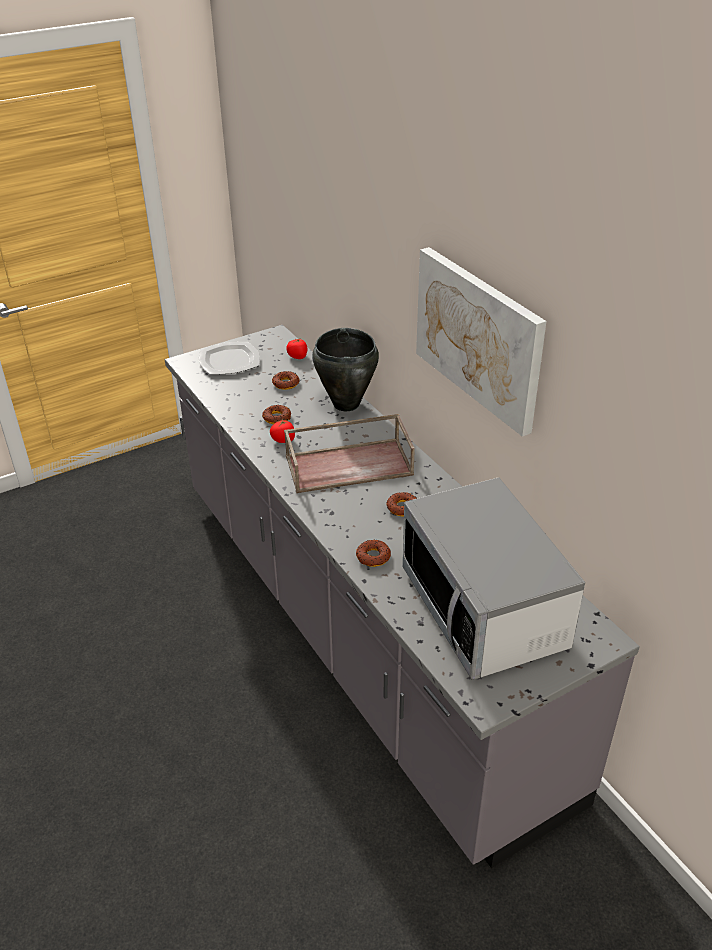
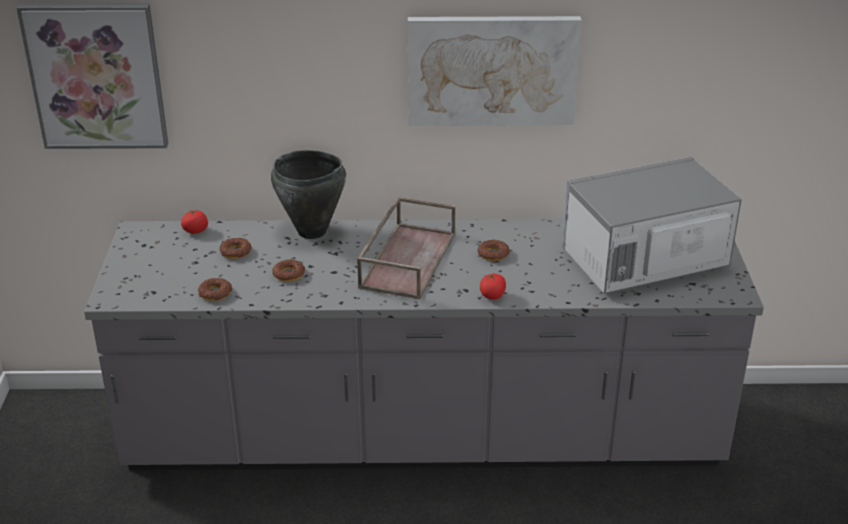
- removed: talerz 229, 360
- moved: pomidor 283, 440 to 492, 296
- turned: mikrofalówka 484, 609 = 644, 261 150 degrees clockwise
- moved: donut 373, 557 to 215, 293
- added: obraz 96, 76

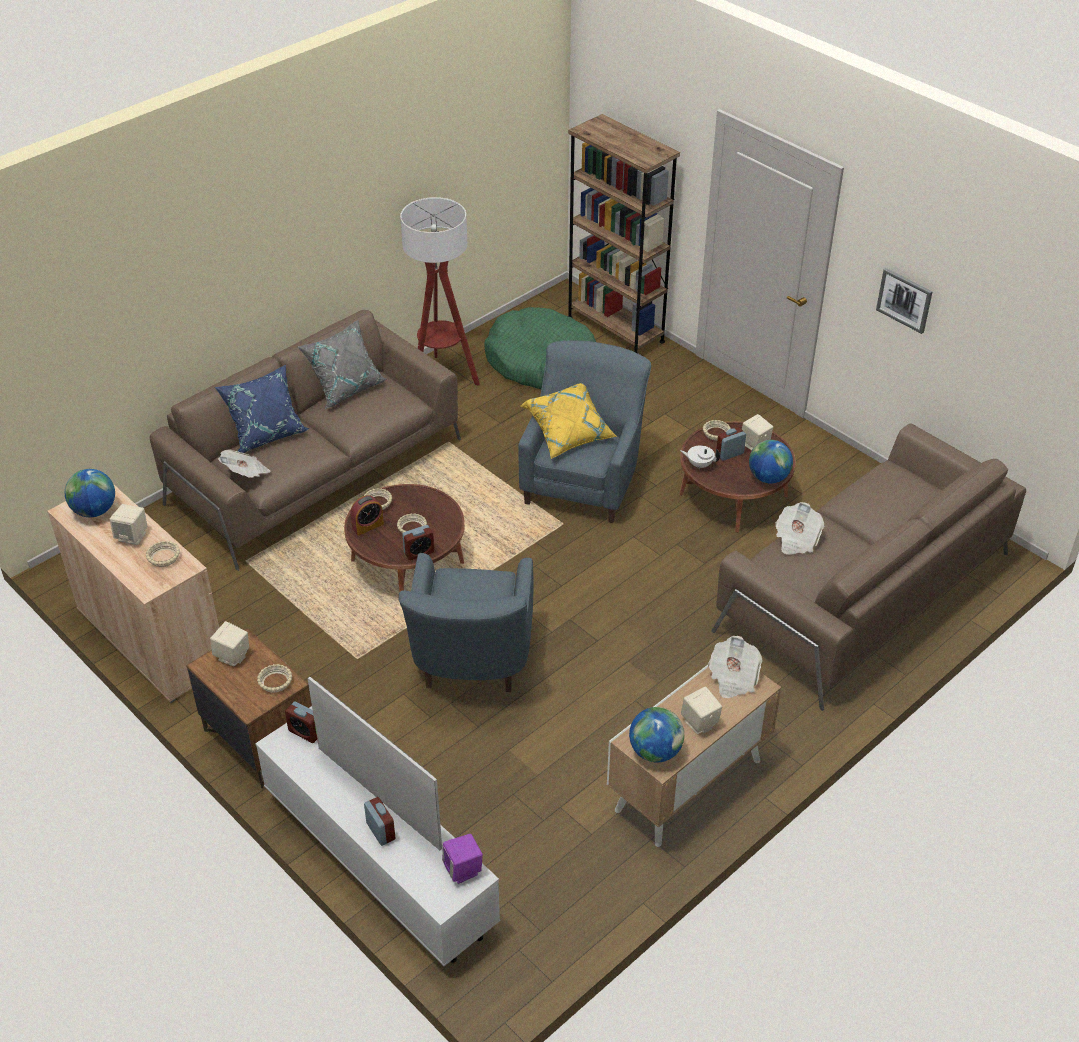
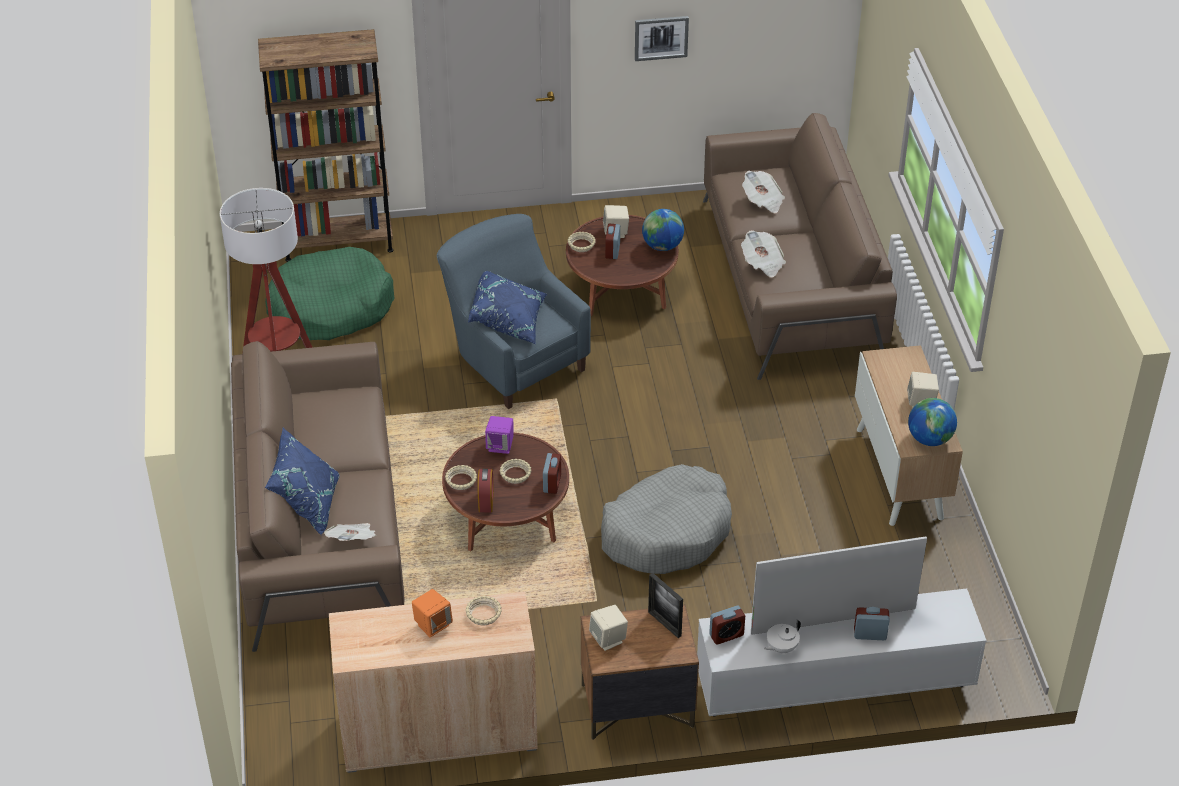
- removed: poduszka/szary 346, 388
- recoloured: poduszka/żółty 569, 433 to poduszka/niebieski 508, 320
- moved: imbryk/biały 699, 464 to 781, 647
- removed: globus 94, 511
- recoloured: głośnik/beżowy 132, 536 to głośnik/pomarańczowy 433, 625
- replaced: fotel/niebieski 471, 663 to legowisko/szary 666, 532
- moved: gazeta 733, 678 to 763, 201
- replaced: miska/beżowy 275, 682 to ramka na zdjęcie 664, 624
- moved: głośnik/fioletowy 463, 870 to 500, 446

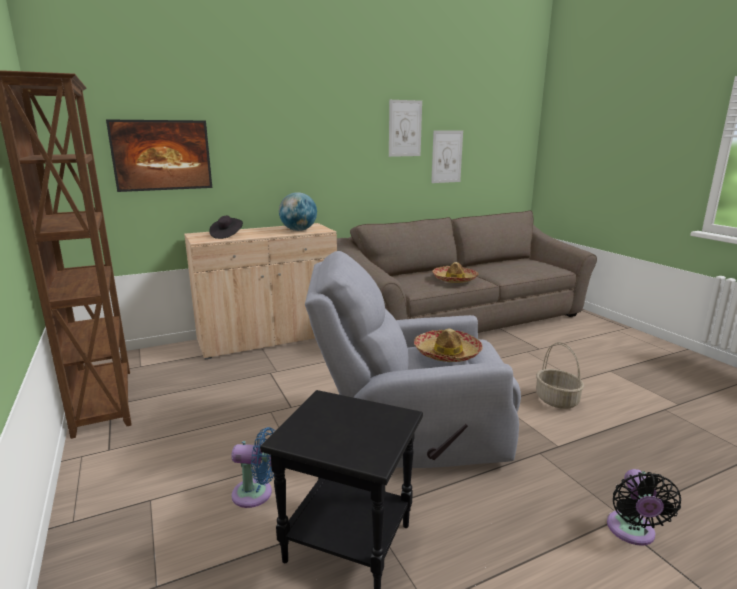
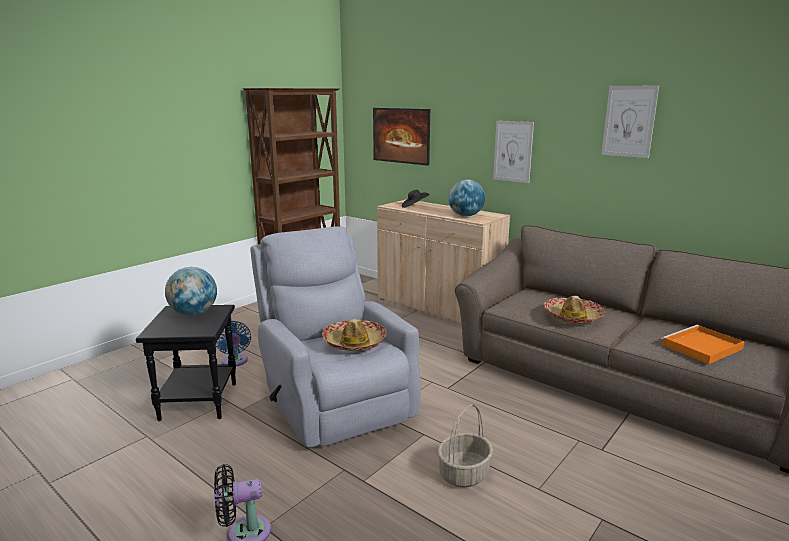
- moved: obraz 446, 156 to 513, 151
- added: globus 194, 313
- added: taca/pomarańczowy 701, 347

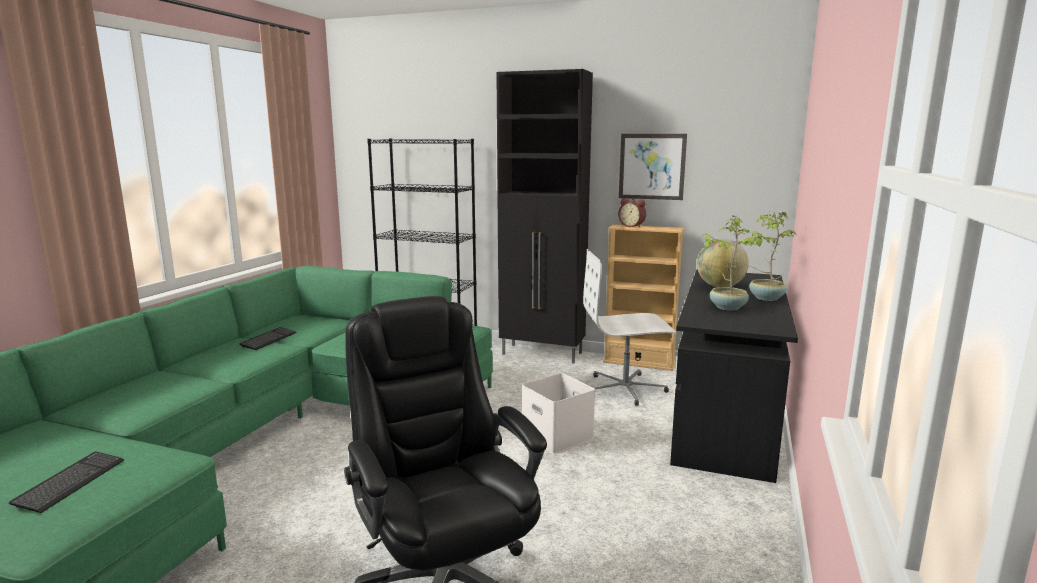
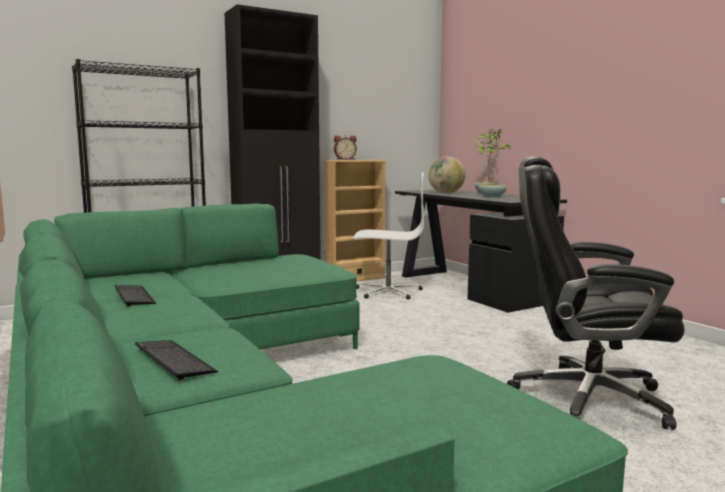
- removed: obraz 652, 166
- turned: krzesło biurowe/biały 626, 389 = 388, 291 120 degrees counterclockwise
- removed: pojemnik do przechowywania/biały 559, 436
- moved: klawiatura 70, 483 to 174, 360

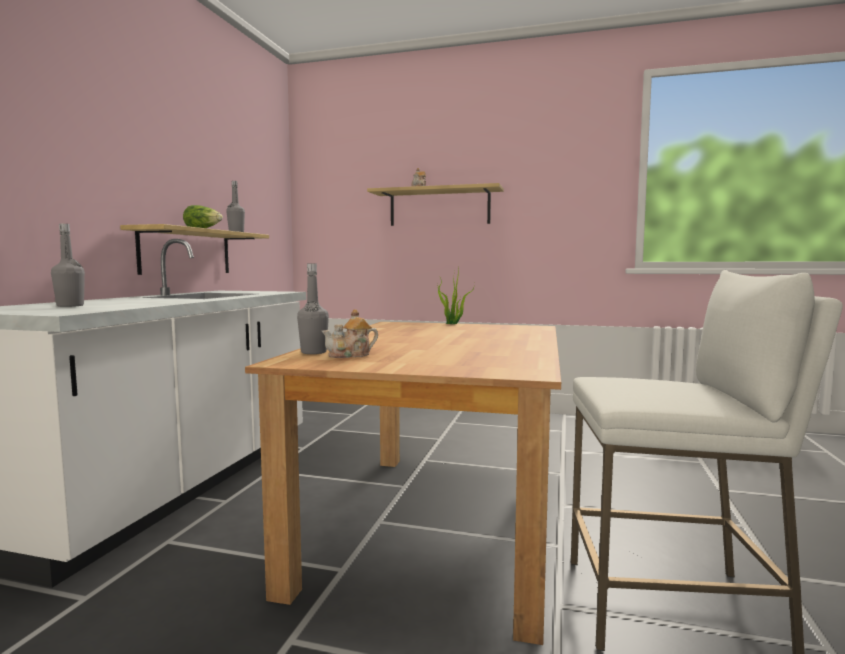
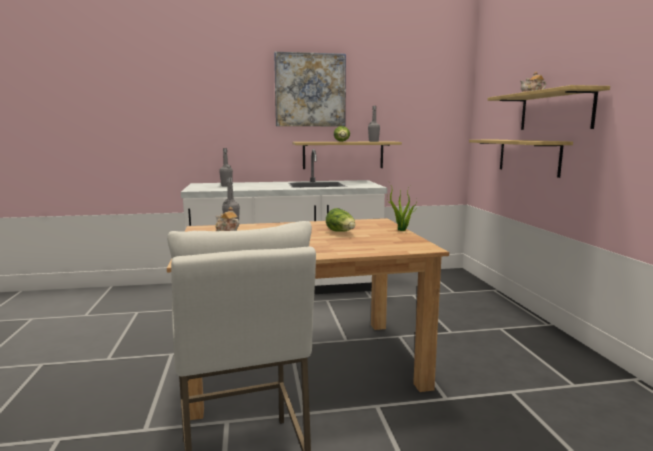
- added: obraz 310, 90
- added: półka 528, 156
- added: sałata 341, 232

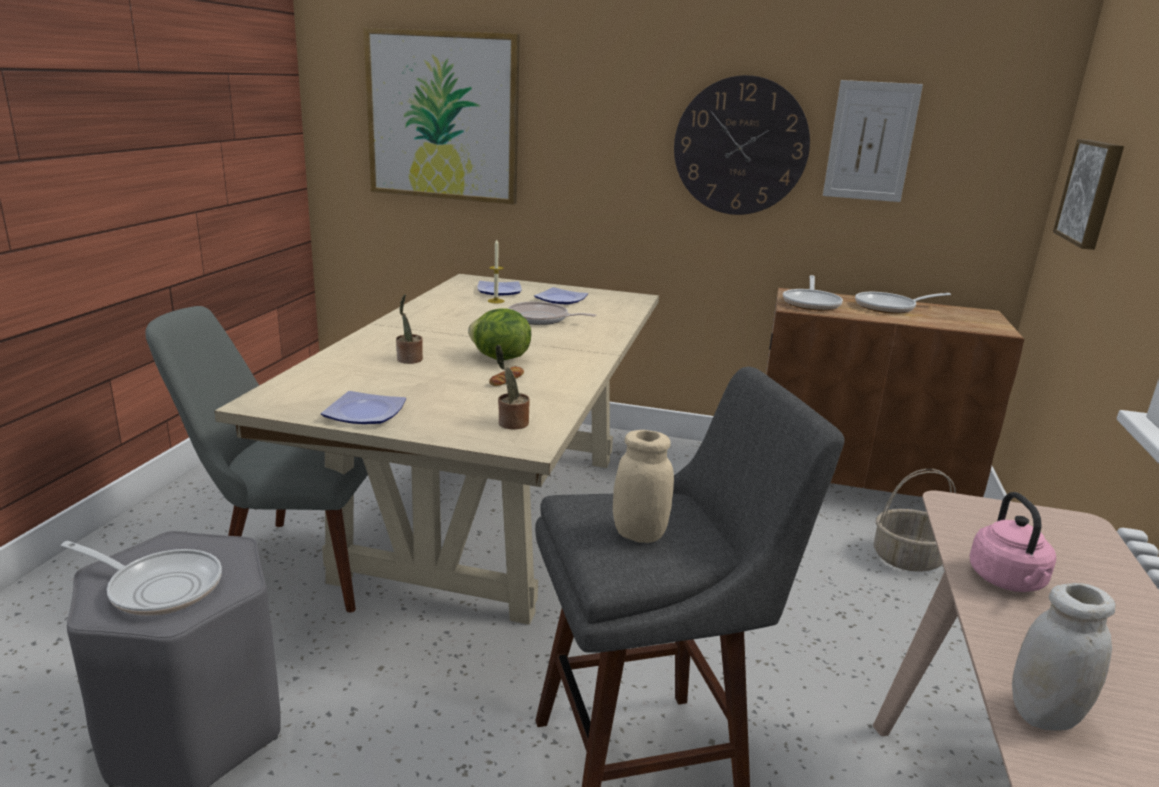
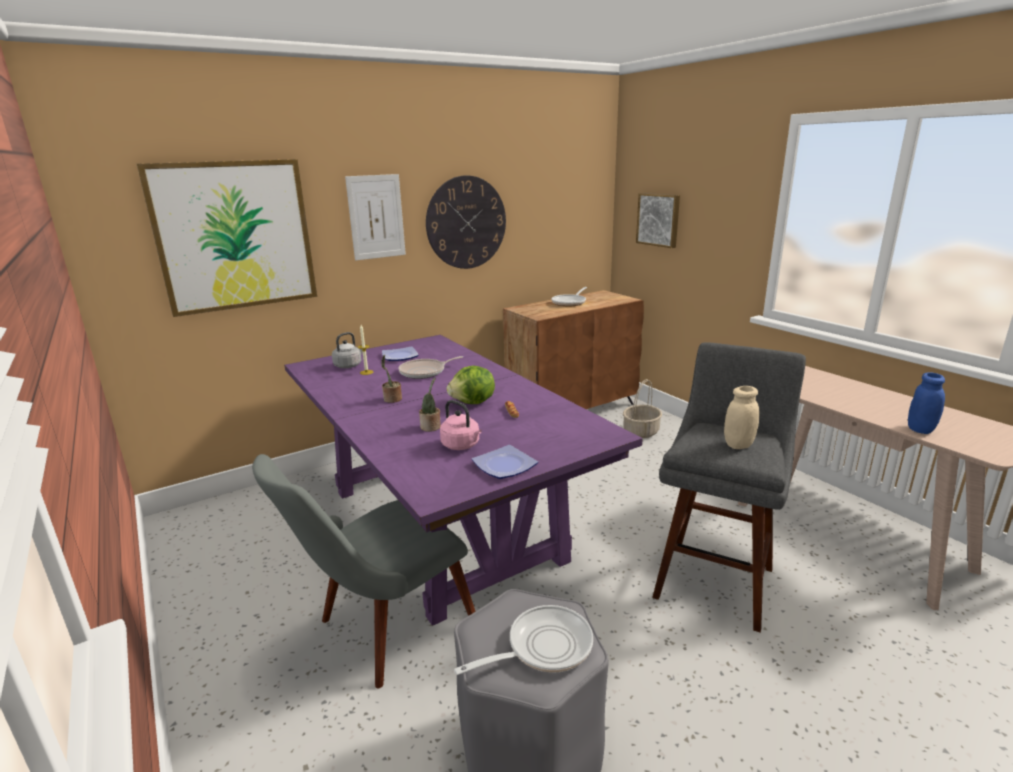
- moved: obraz 870, 141 to 376, 217
- recoloured: stół jadalny/beżowy 488, 515 to stół jadalny/fioletowy 444, 525
- removed: patelnia 811, 303
- replaced: talerz 500, 291 to czajnik/szary 349, 365
- moved: roślina doniczkowa 511, 423 to 392, 399
- moved: czajnik/różowy 1008, 581 to 462, 445
- recoloured: słoik/biały 1045, 715 to słoik/niebieski 920, 429

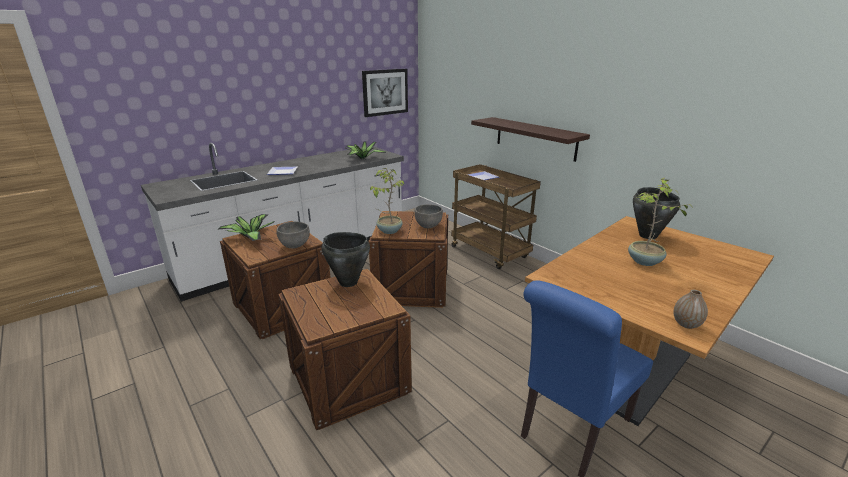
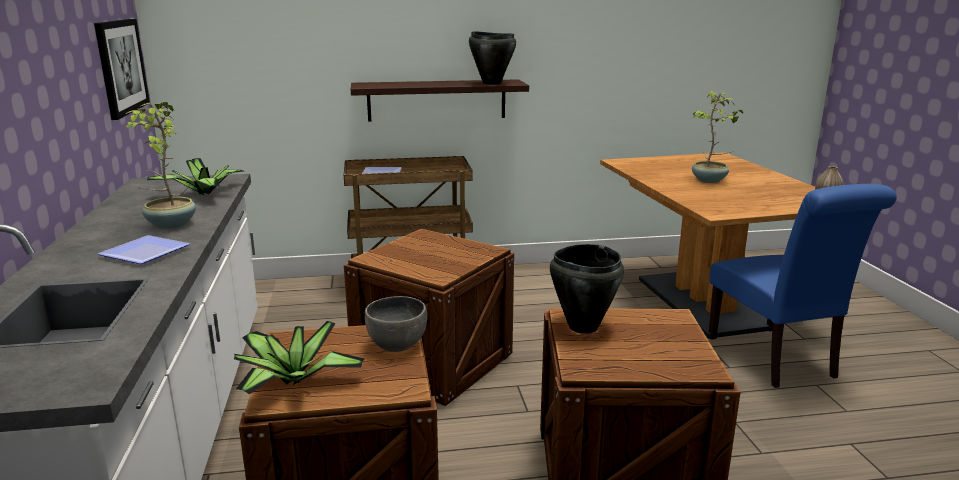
- moved: roślina doniczkowa 389, 231 to 170, 225
- moved: garnek/czarny 648, 235 to 491, 83
- removed: miska/szary 428, 226

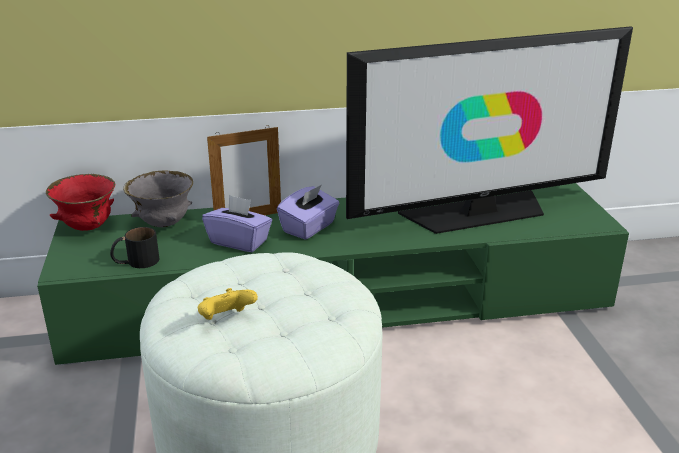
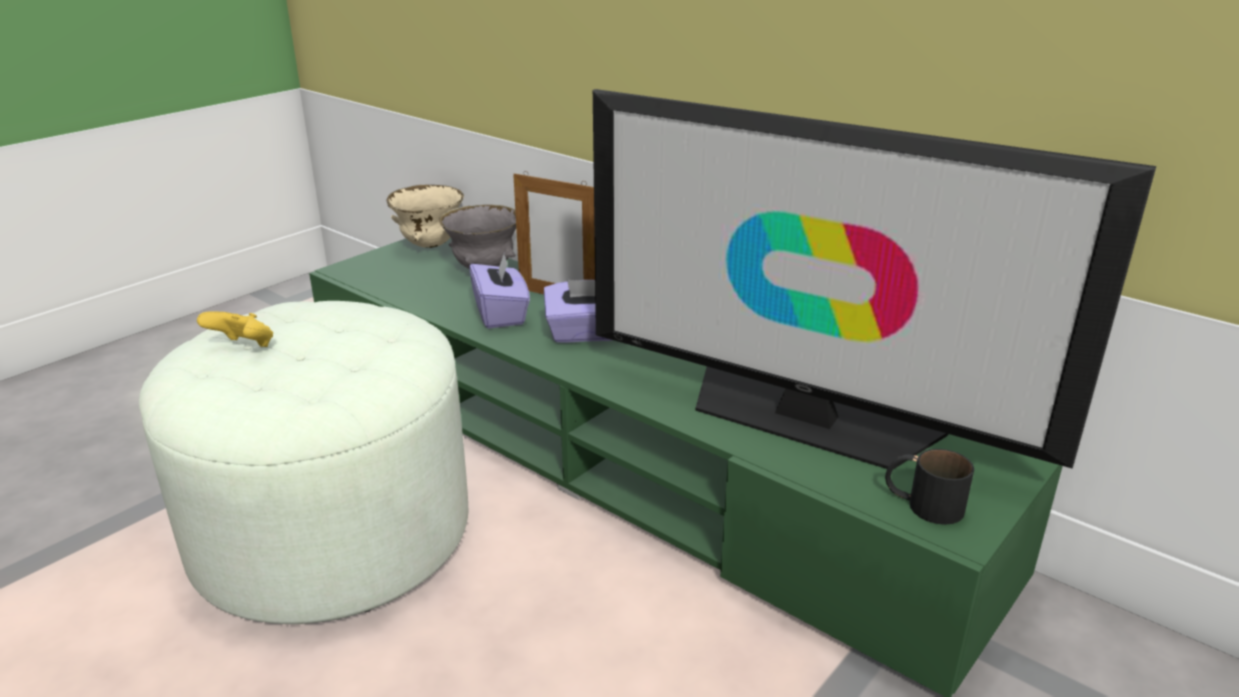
- recoloured: miska/czerwony 87, 228 to miska/beżowy 429, 245
- moved: kubek/czarny 135, 262 to 922, 503

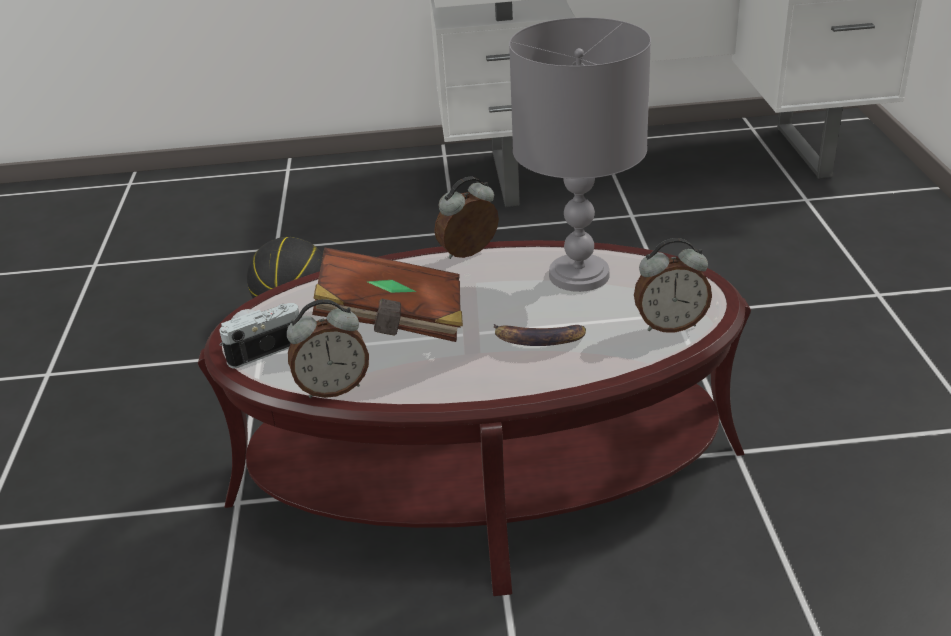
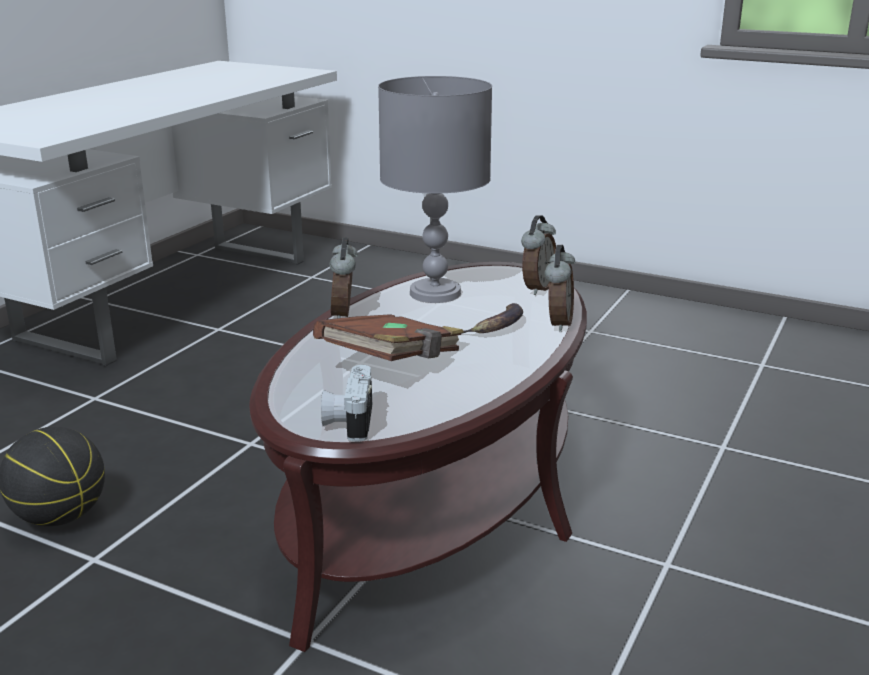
- moved: budzik 333, 388 to 557, 323

